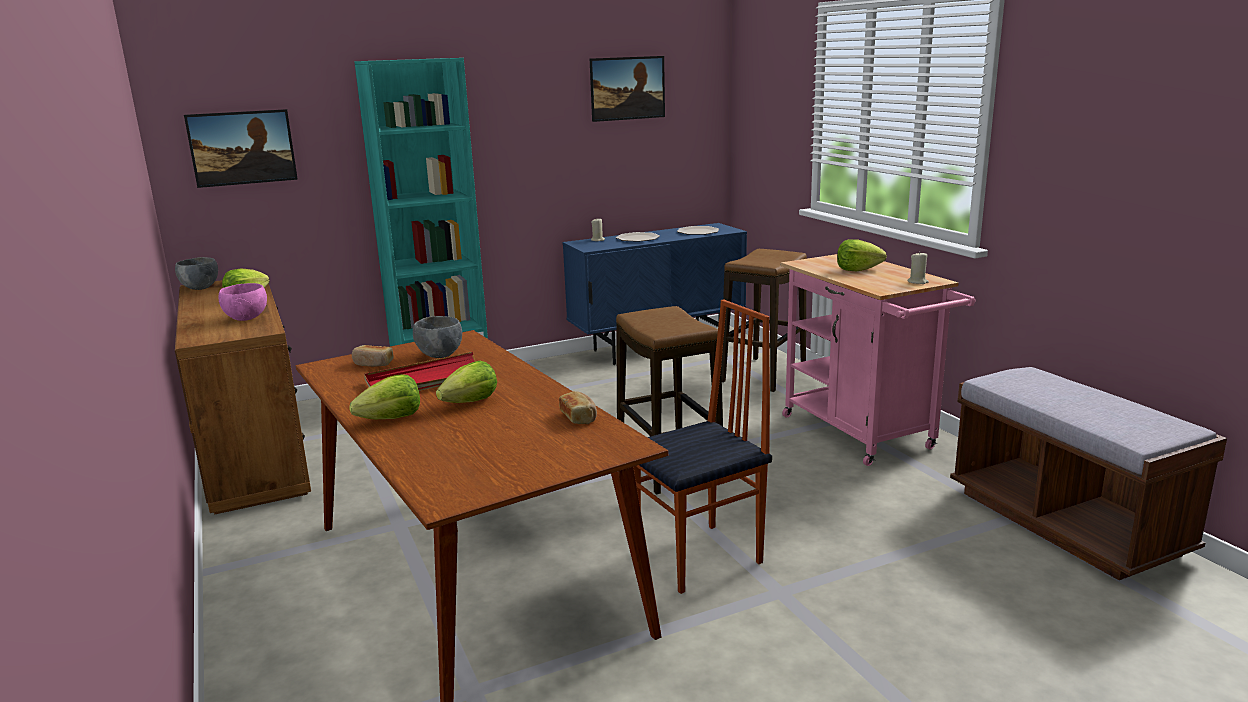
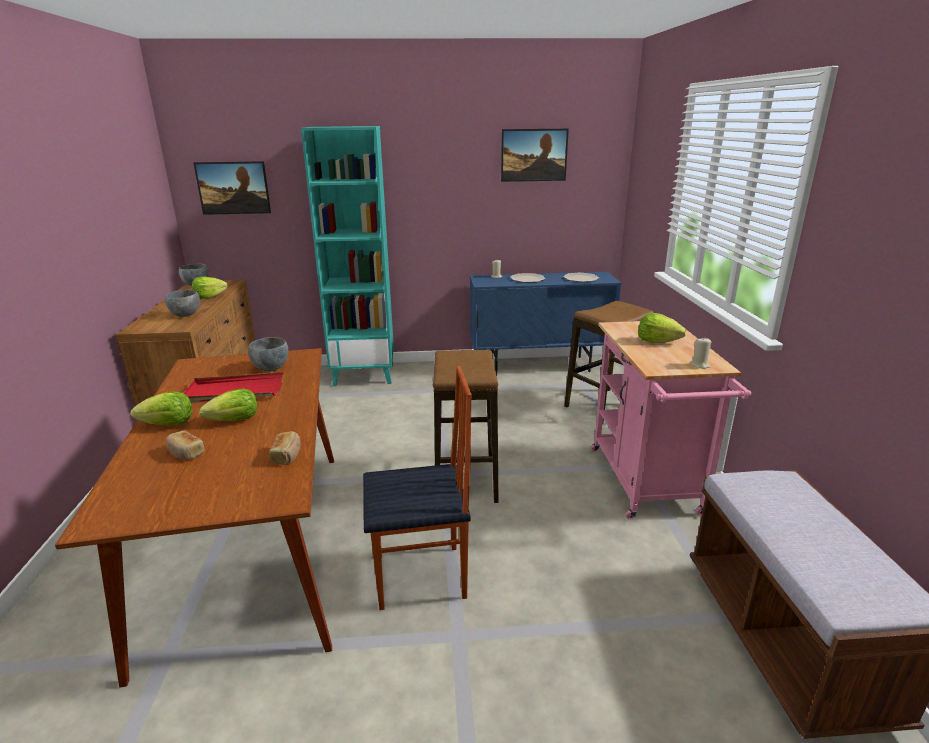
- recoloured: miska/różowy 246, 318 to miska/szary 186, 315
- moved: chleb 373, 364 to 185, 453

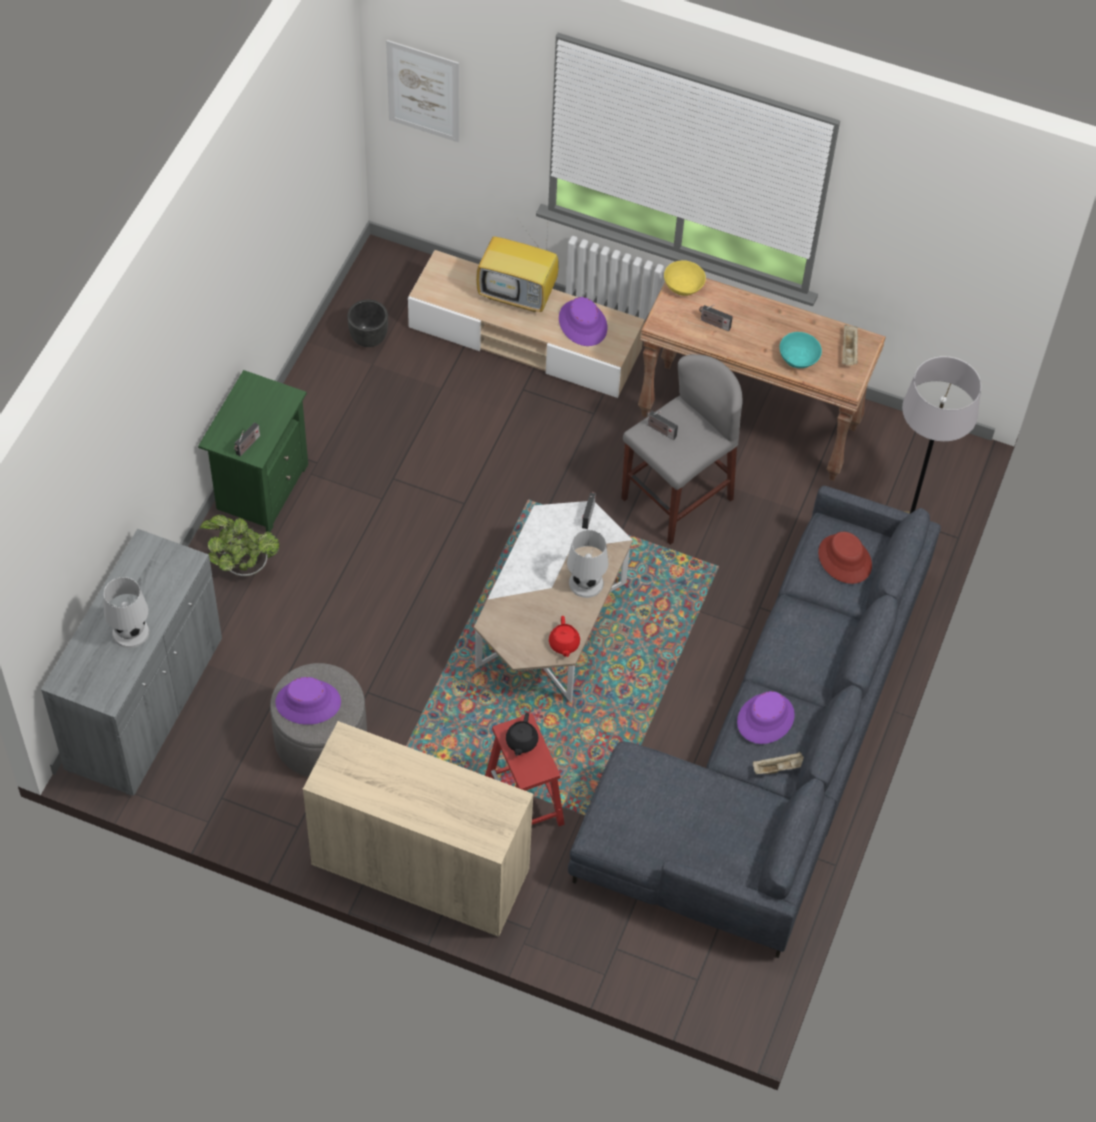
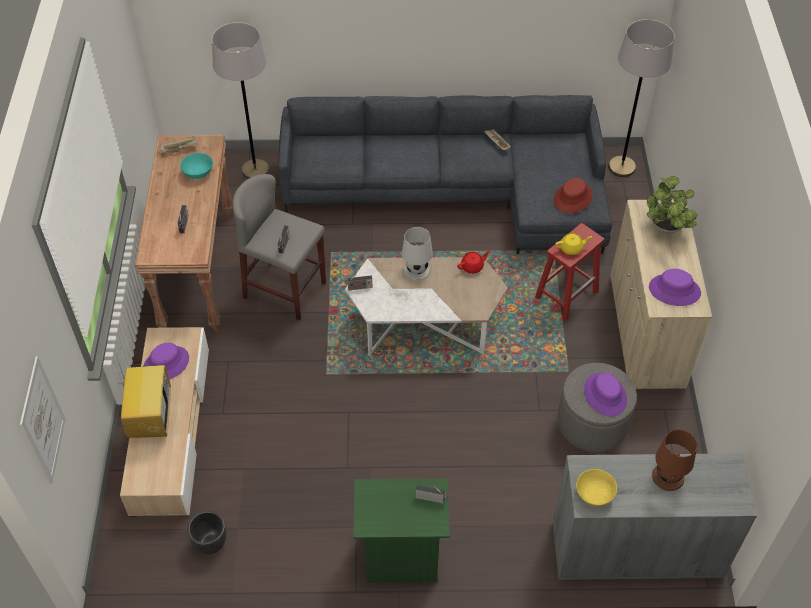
- moved: miska/żółty 683, 286 to 594, 494
- moved: roślina doniczkowa 243, 565 to 666, 229
- moved: kapelusz/czerwony 844, 559 to 573, 198
- recoloured: lampa stołowa/biały 130, 632 to lampa stołowa/brązowy 668, 476
- moved: kapelusz/fioletowy 765, 718 to 674, 290
- recoloured: imbryk/czarny 521, 742 to imbryk/żółty 571, 248
- added: lampa stojąca/szary 621, 167

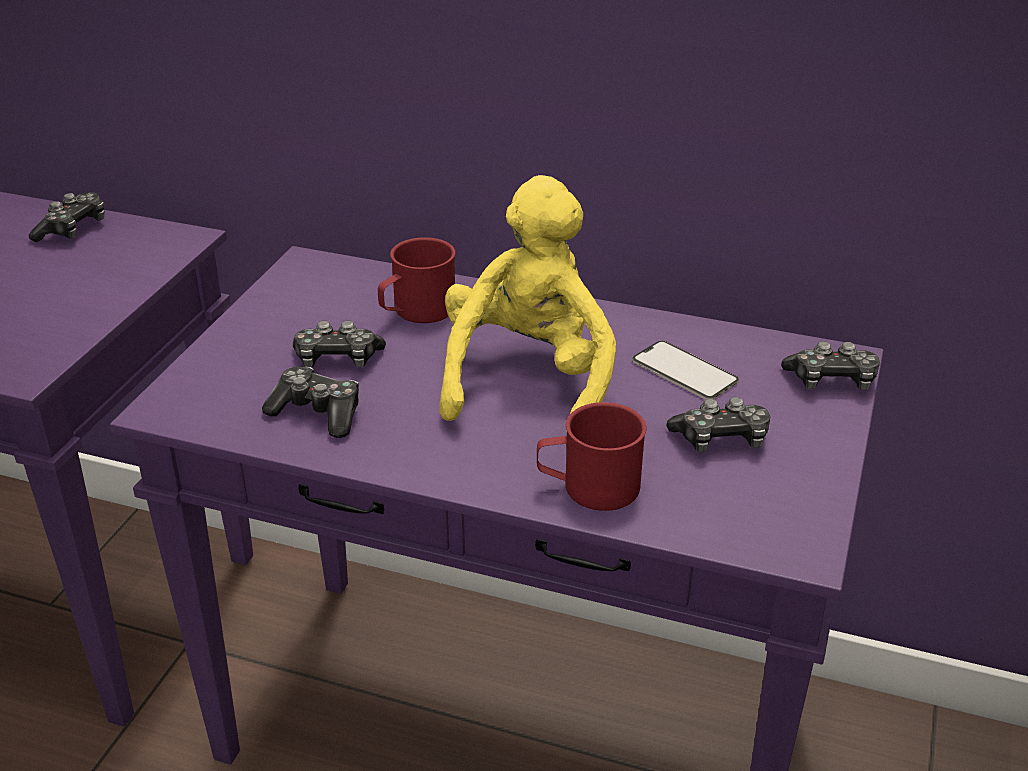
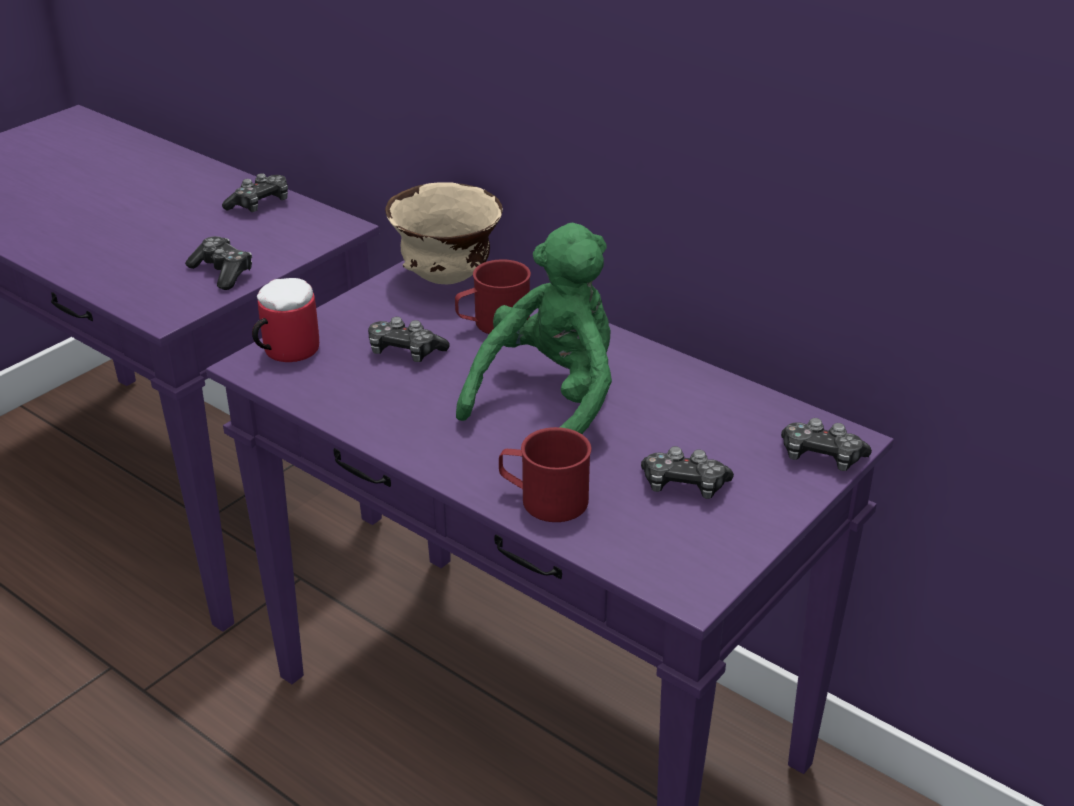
- recoloured: pluszak/żółty 528, 381 to pluszak/zielony 550, 401
- removed: telefon 684, 371
- moved: pad do gier 317, 413 to 222, 272
- added: miska/beżowy 448, 279
- added: kubek 284, 351

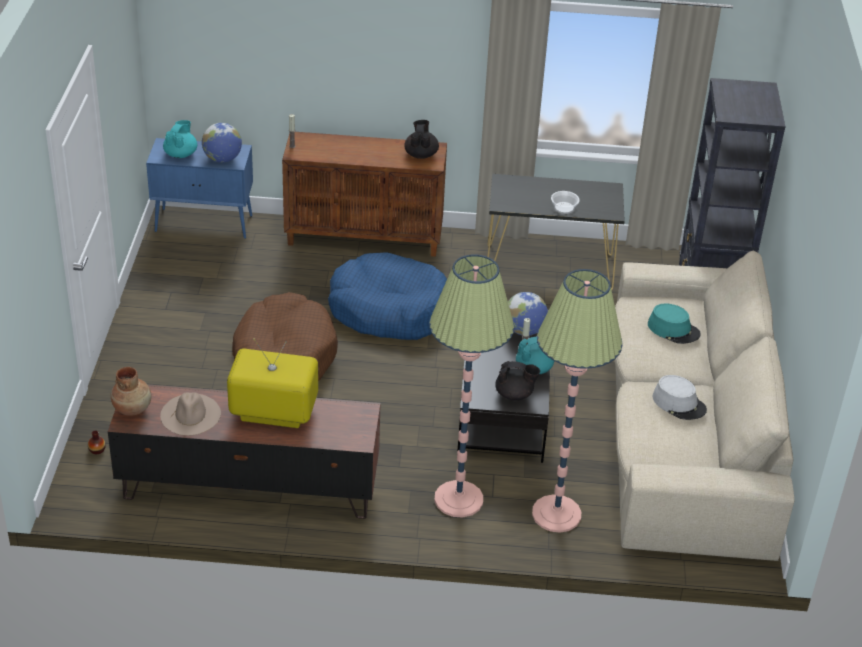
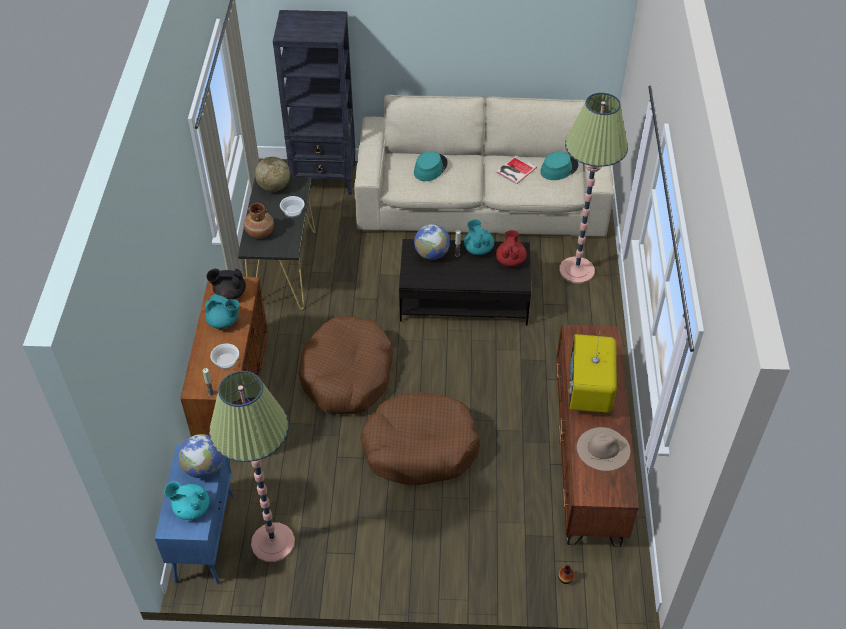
- recoloured: legowisko/niebieski 389, 310 to legowisko/brązowy 347, 374
- moved: lampa stojąca 458, 499 to 273, 542
- recoloured: imbryk/czarny 514, 394 to imbryk/czerwony 510, 260
- moved: wazon/brązowy 132, 408 to 260, 232
- replaced: kapelusz/szary 679, 403 to książka 514, 170
- added: kapelusz/turkusowy 559, 169
- added: globus 274, 187
- added: imbryk/turkusowy 224, 321
- added: miska 226, 361

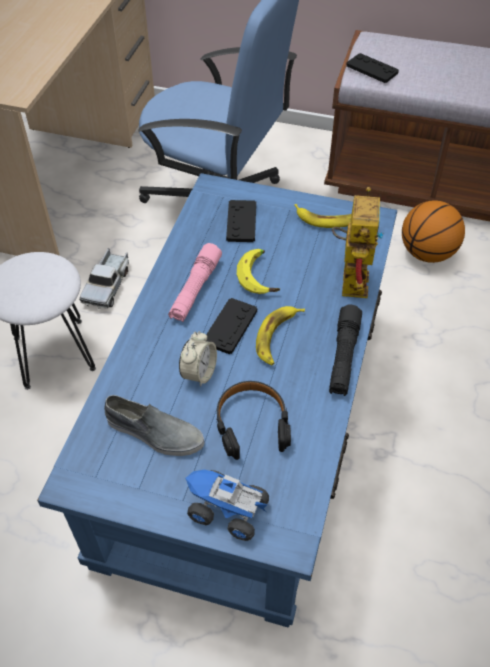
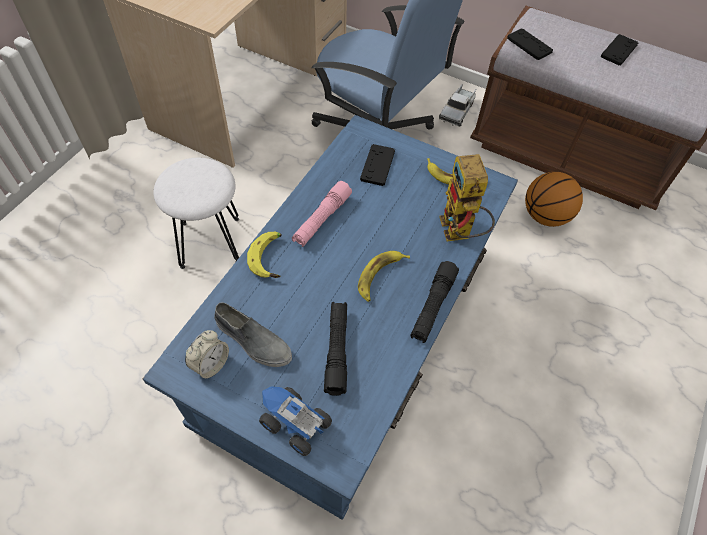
- turned: robot zabawkowy 351, 276 = 459, 233 150 degrees clockwise
- moved: ciężarówka zabawkowa 107, 285 to 457, 111
- moved: banan 260, 276 to 271, 258
- moved: pad do gier/czarny 230, 326 to 619, 50
- moved: budzik 199, 373 to 210, 364
- replaced: słuchawki/czarny 252, 423 to latarka/czarny 337, 350

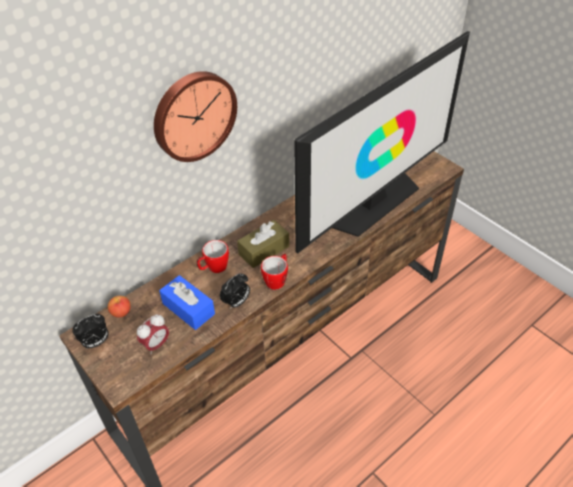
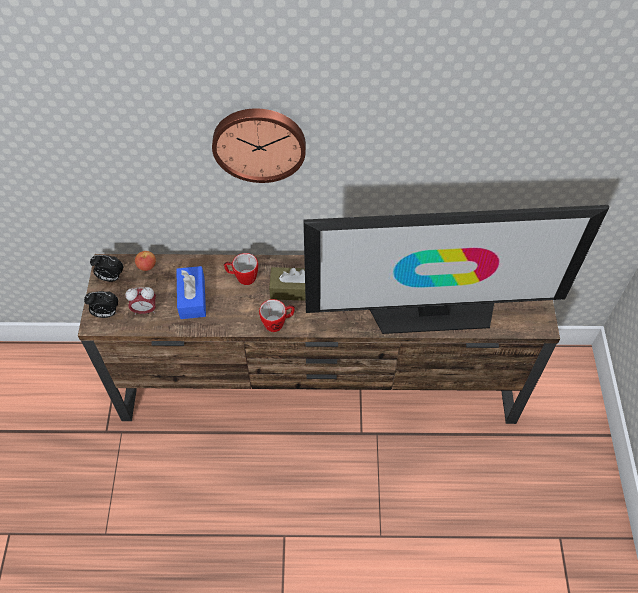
- moved: budzik 236, 302 to 106, 313

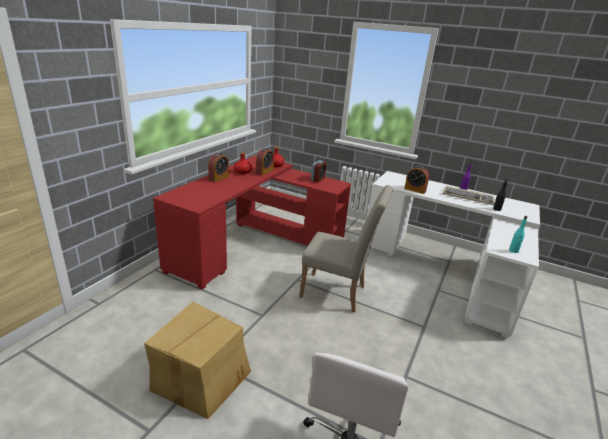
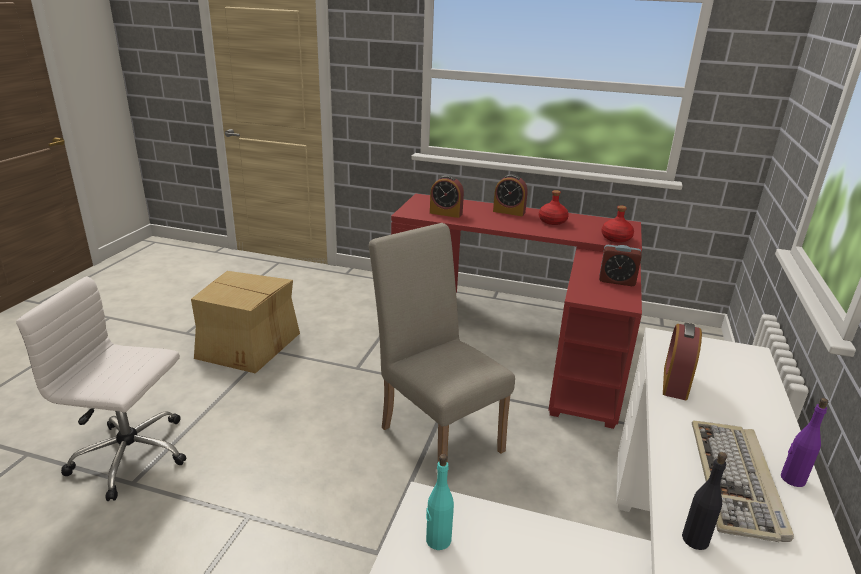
- moved: budzik 264, 171 to 446, 213
- turned: krzesło/beżowy 338, 293 = 436, 433 135 degrees clockwise

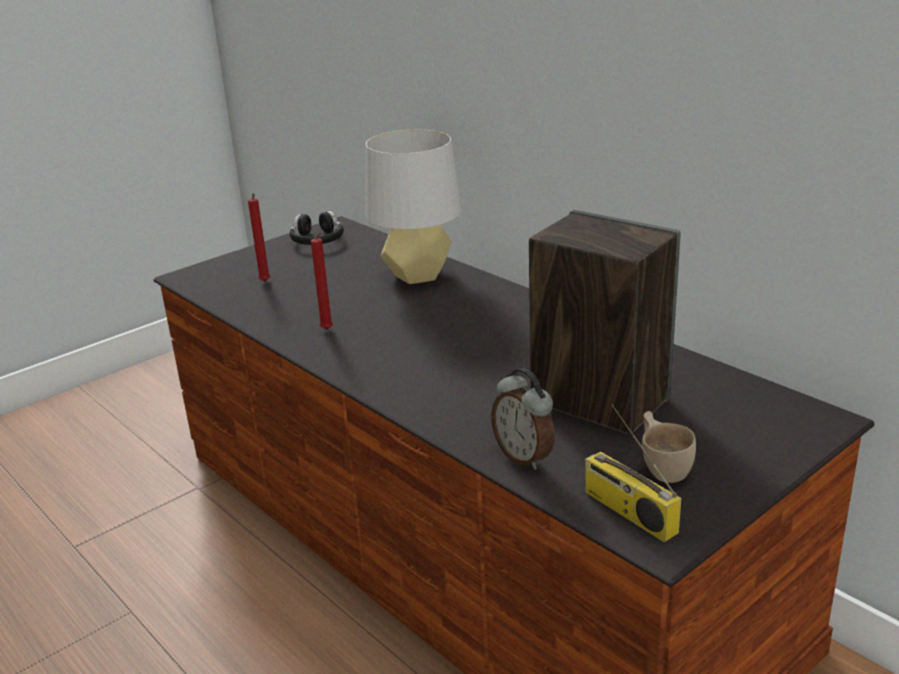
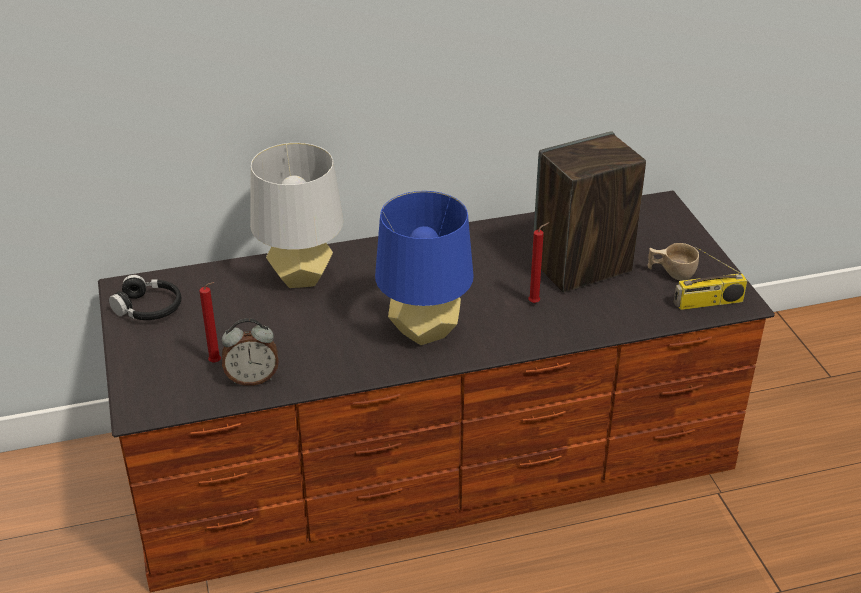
- moved: świeca/czerwony 328, 330 to 536, 302
- moved: budzik 524, 457 to 252, 378
- added: lampa stołowa/niebieski 424, 331

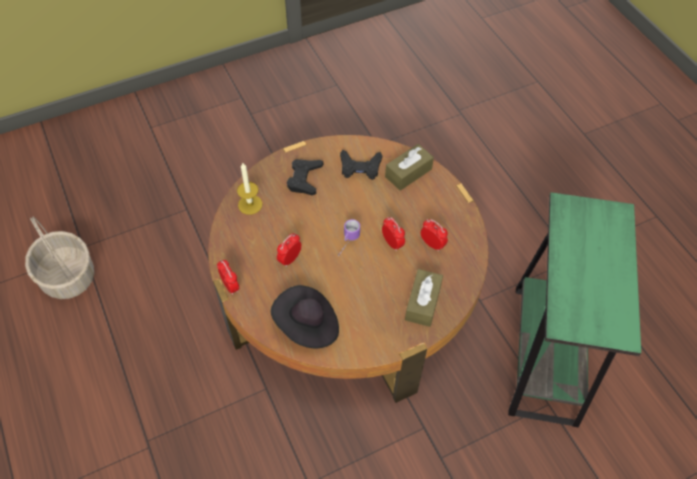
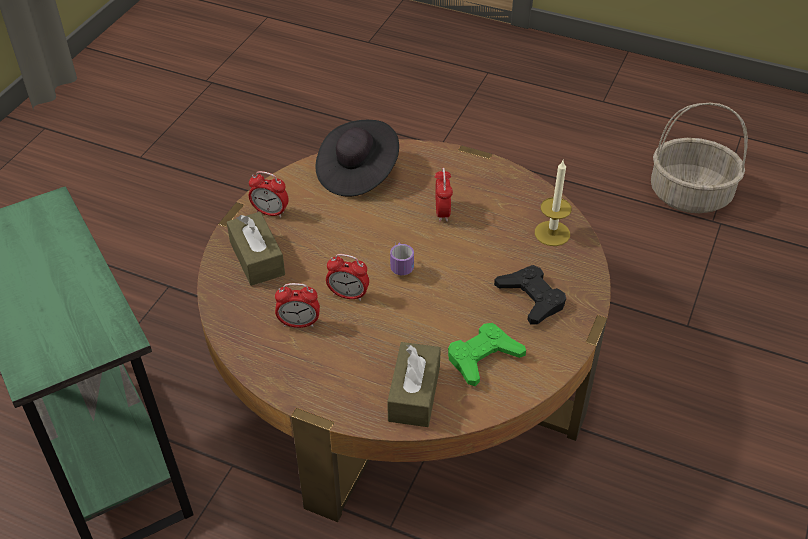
- recoloured: pad do gier/czarny 360, 167 to pad do gier/zielony 483, 357
- moved: budzik 230, 286 to 270, 212

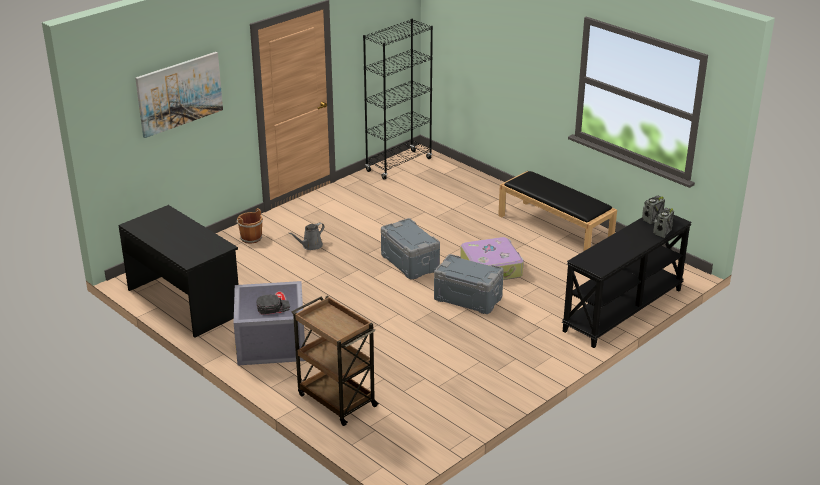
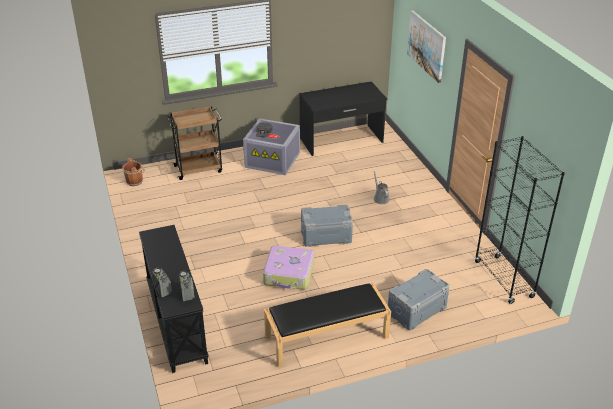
- moved: wiadro/brązowy 250, 238 to 135, 181
- moved: pojemnik do przechowywania/szary 467, 299 to 416, 310

